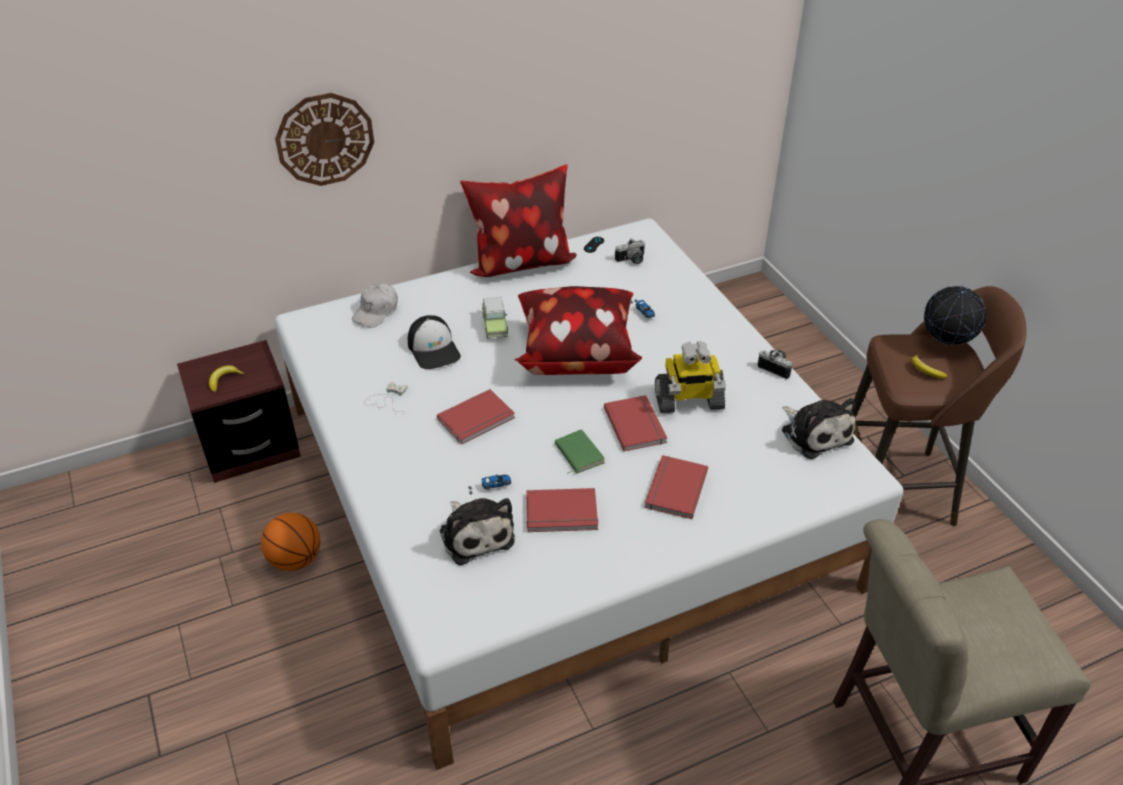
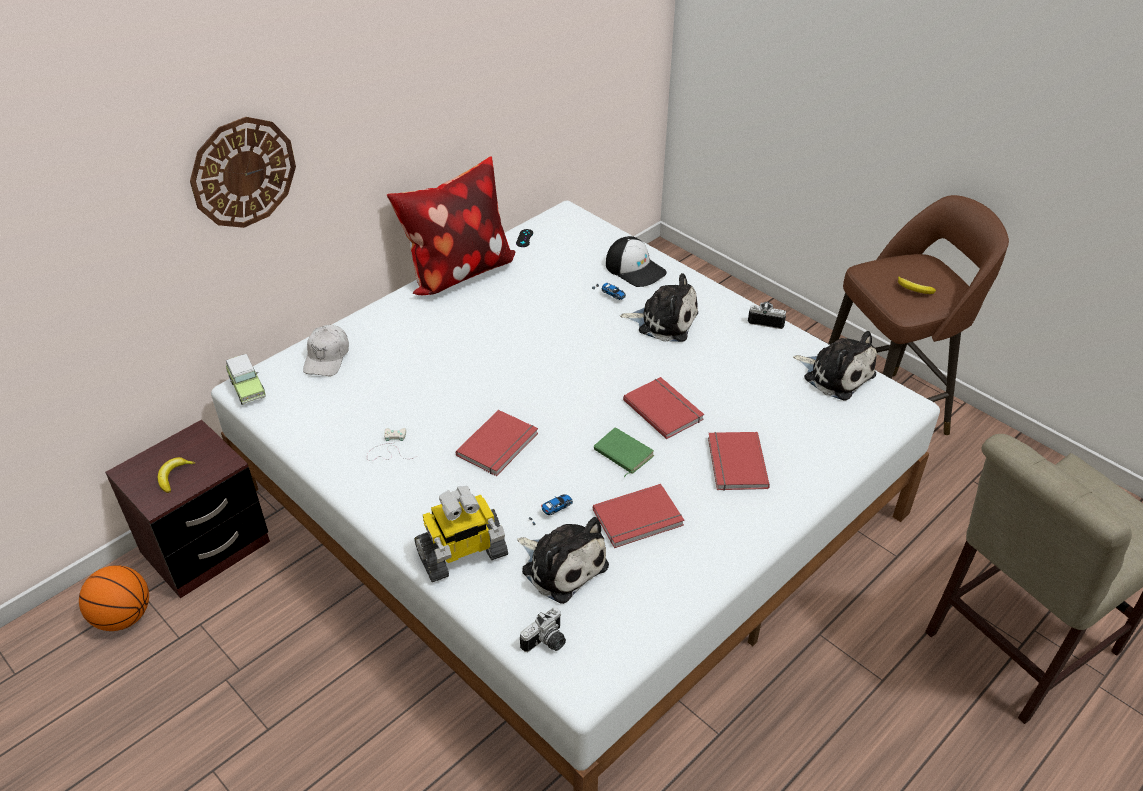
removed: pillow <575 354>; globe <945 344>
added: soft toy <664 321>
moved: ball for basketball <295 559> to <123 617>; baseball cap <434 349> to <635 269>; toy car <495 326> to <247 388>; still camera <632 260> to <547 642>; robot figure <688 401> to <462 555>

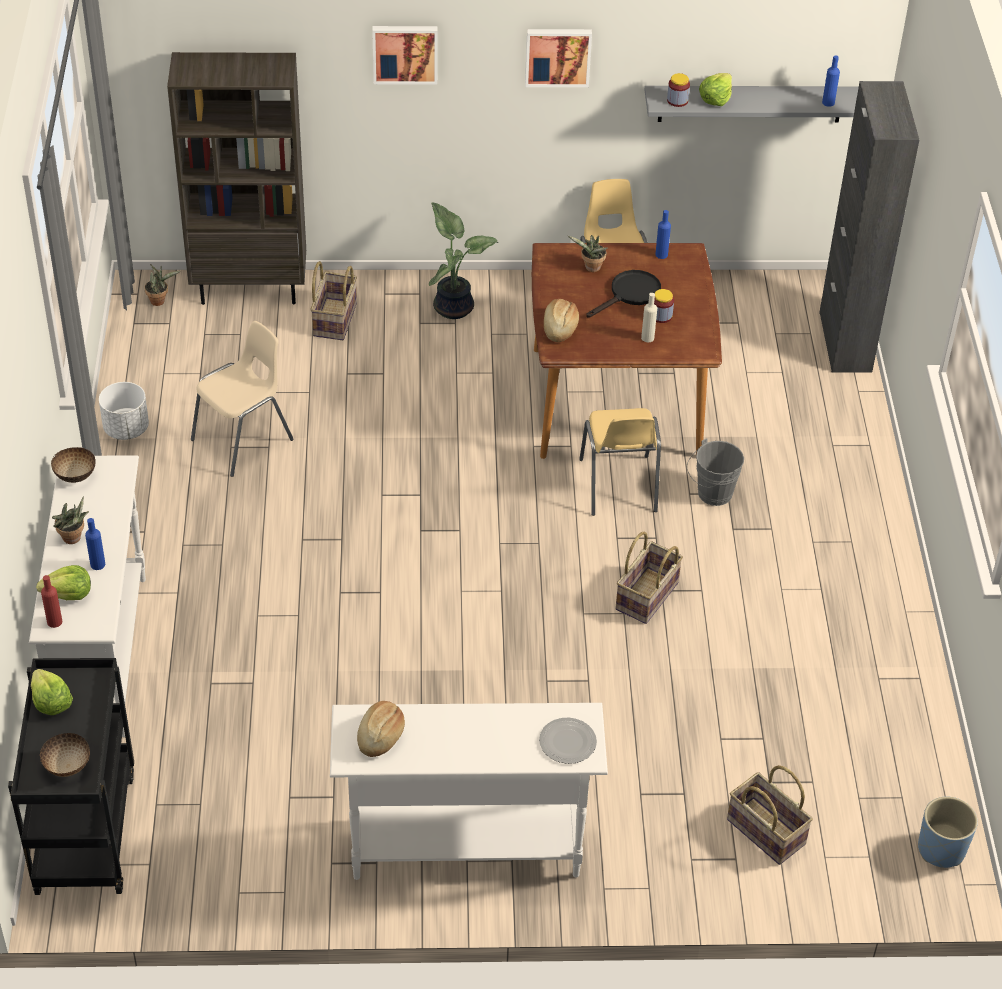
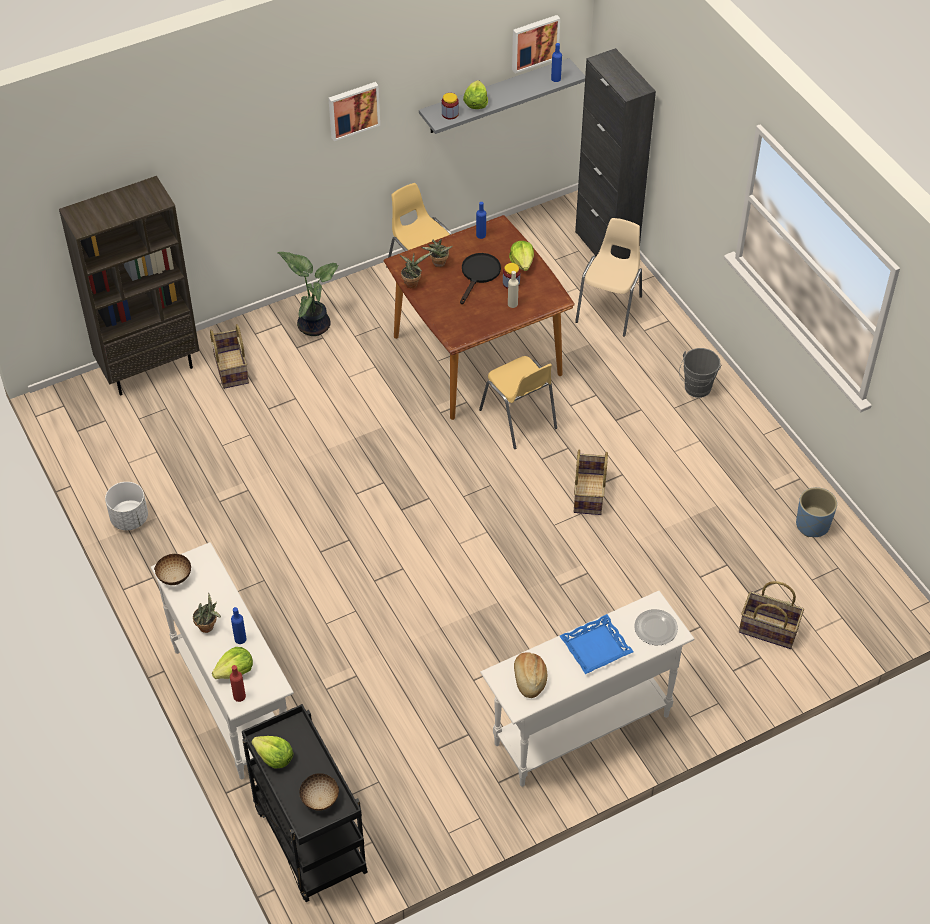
removed: bread <559 328>
added: head of lettuce <522 263>; serving tray/bluish <595 647>
moved: plant in a pot <160 300> to <412 283>; plain chair/beige-coloured <244 440> to <610 309>; wall art <405 53> to <534 42>; pail/greyish <711 495> to <696 390>; plant pot/bluish <941 849> to <812 524>

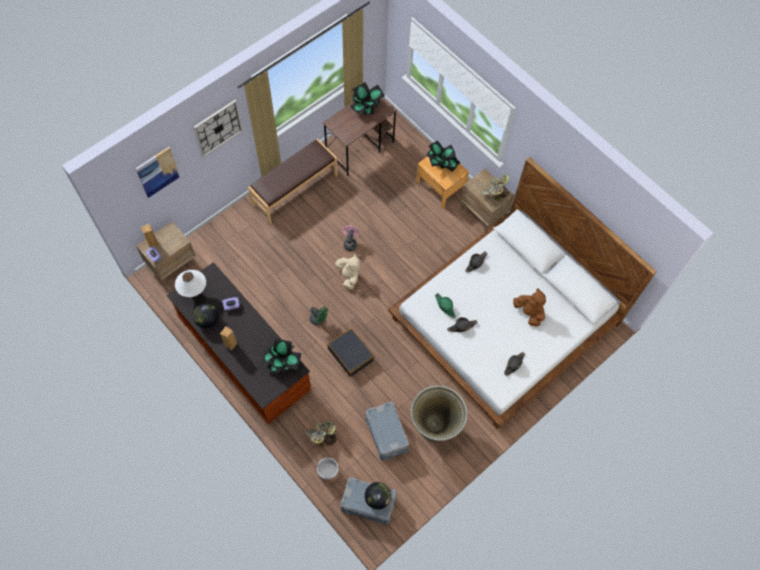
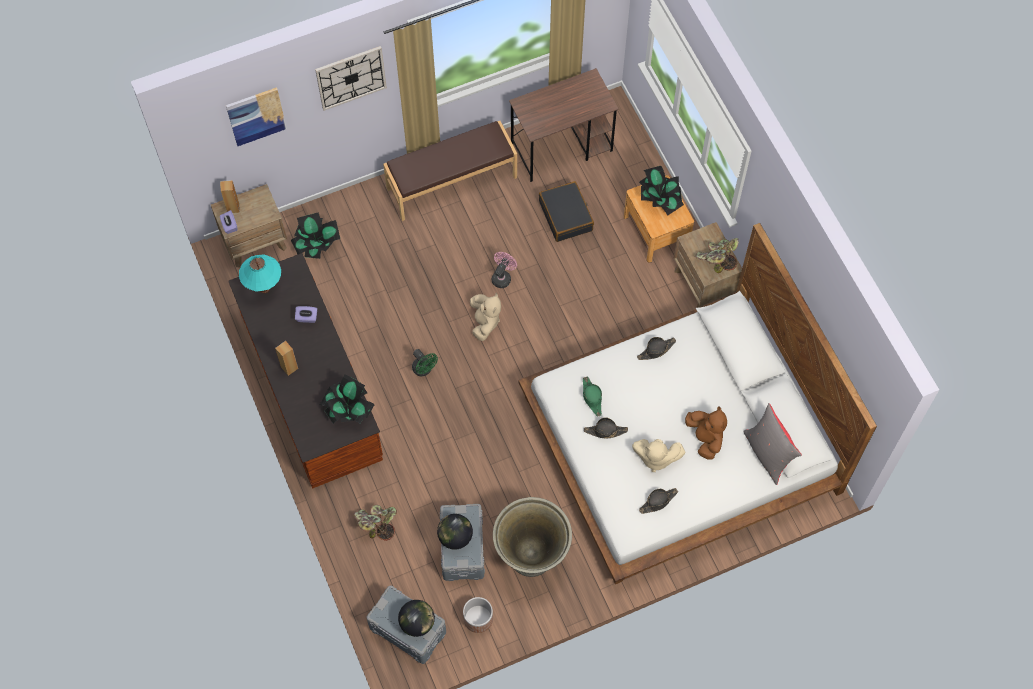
added: soft toy/beige-coloured <655 458>; pillow/greyish <768 454>
moved: globe <207 320> to <455 537>; plant pot <328 472> to <478 619>; suitcase/black <351 354> to <566 216>; plant in a pot <366 107> to <317 245>
recoloured: lamp for a table/whitish <194 293> to lamp for a table/turquoise <264 288>

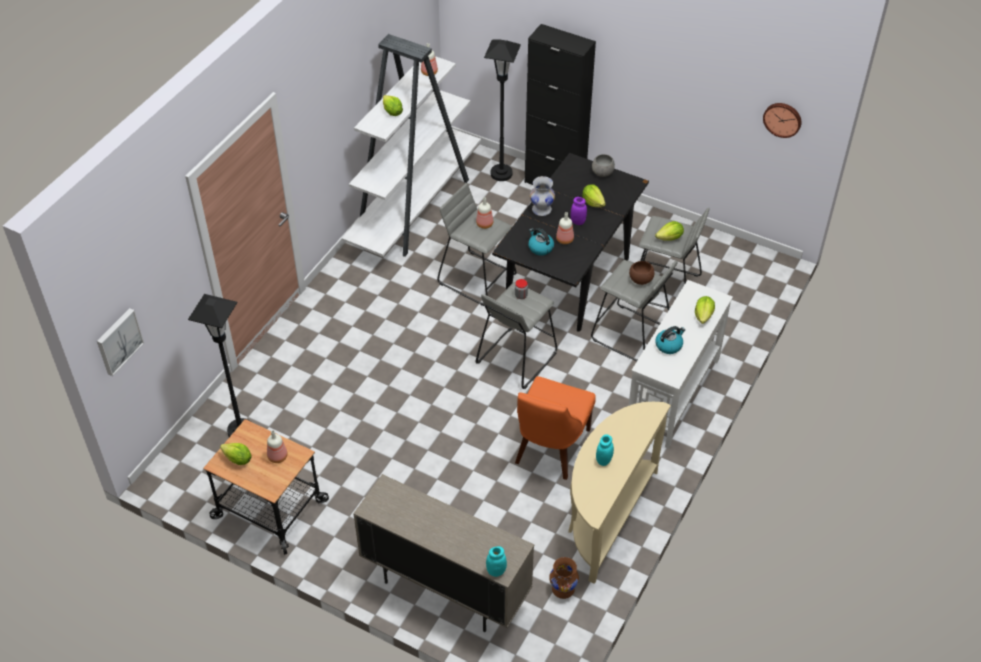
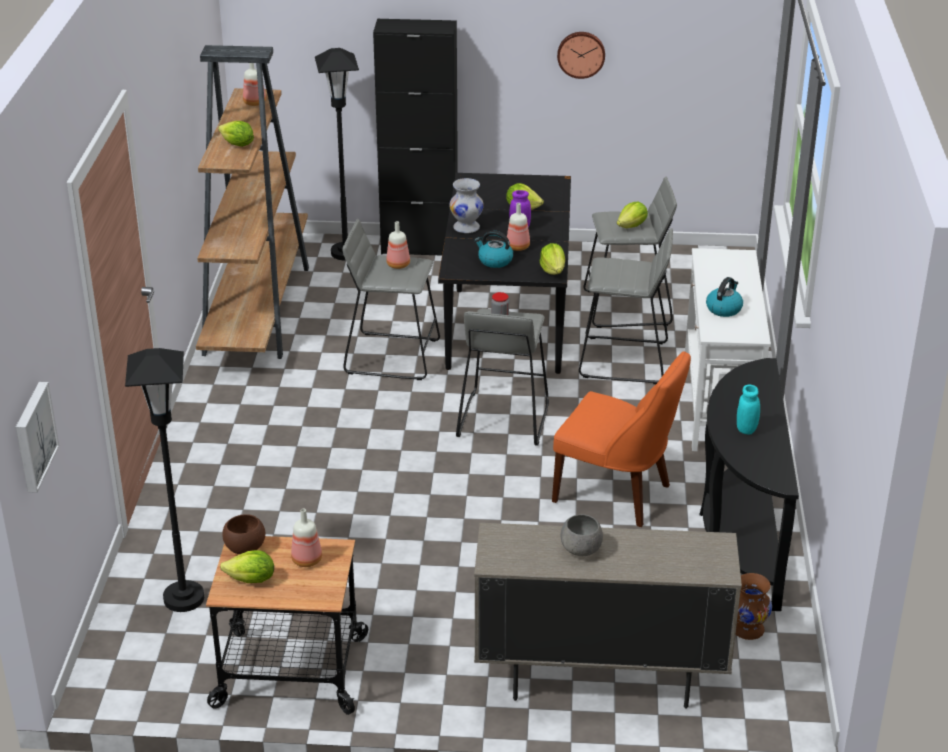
removed: jar/turquoise <496 571>
moved: serving bowl/greyish <603 173> to <581 549>; serving bowl/brown <640 280> to <244 548>; head of lettuce <703 316> to <553 270>; hanging clock <782 119> to <581 54>
recoloured: bookcase/whitish <414 206> to bookcase/brown <257 308>; console table/beige-coloured <607 517> to console table/black <740 540>
turned: plain chair/orangey <550 449> = <617 495> 60 degrees counterclockwise

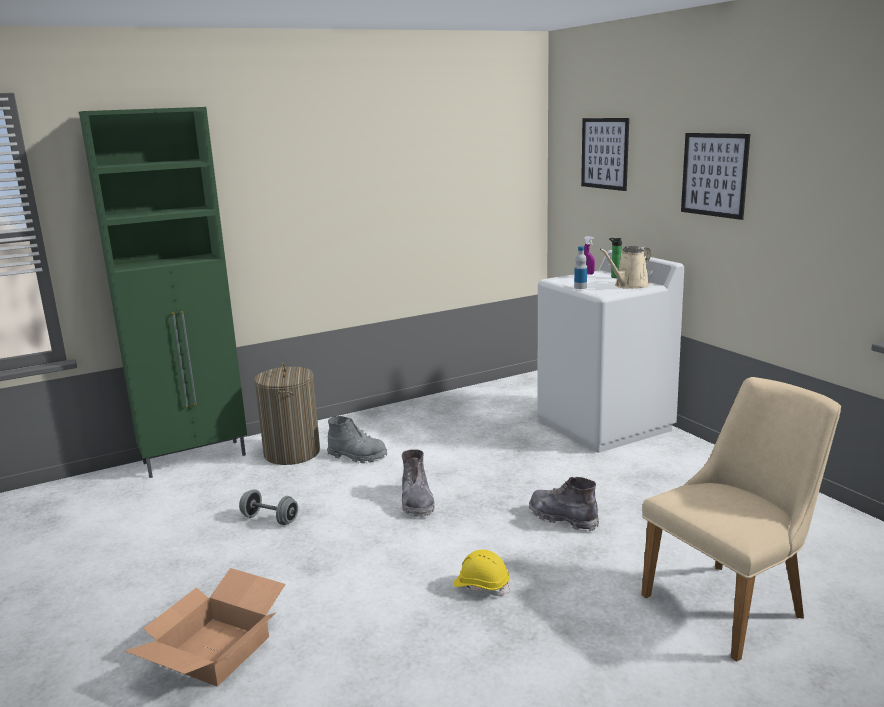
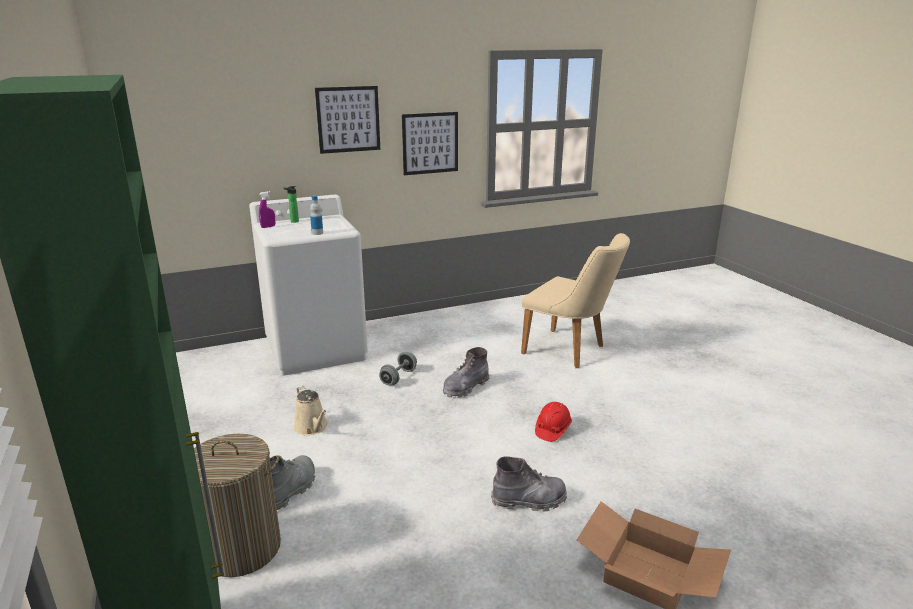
moved: hand weight/greyish <270 519> to <398 377>; boot/greyish <417 502> to <529 500>; wall art <604 153> to <430 143>; watering can/beige-coloured <629 285> to <312 427>
recoloured: safety helmet/yellow <481 586> to safety helmet/red-coloured <552 430>
turned: plain chair/beige-coloured <734 602> = <570 351> 150 degrees clockwise

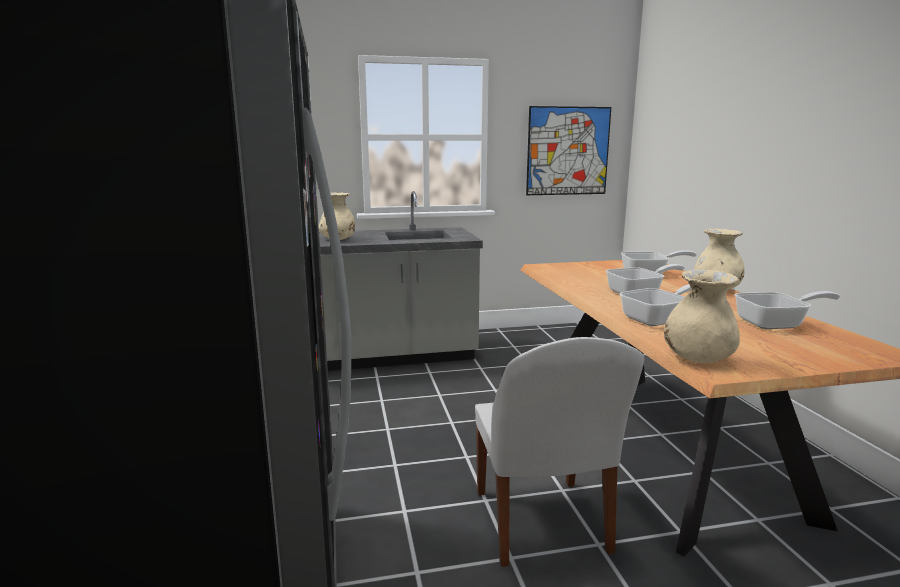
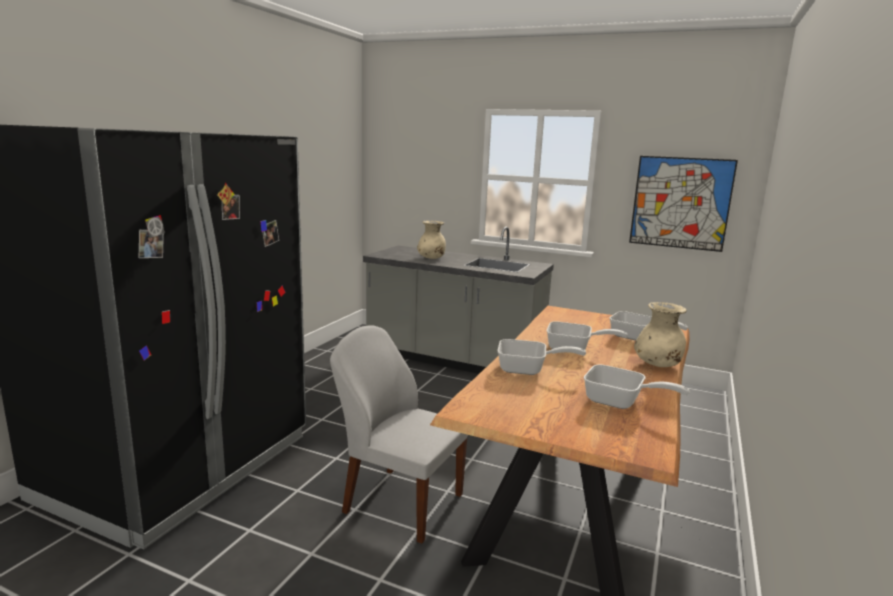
removed: decorative vase/beige-coloured <697 359>
turned: plain chair/whitish <541 524> = <401 502> 90 degrees clockwise

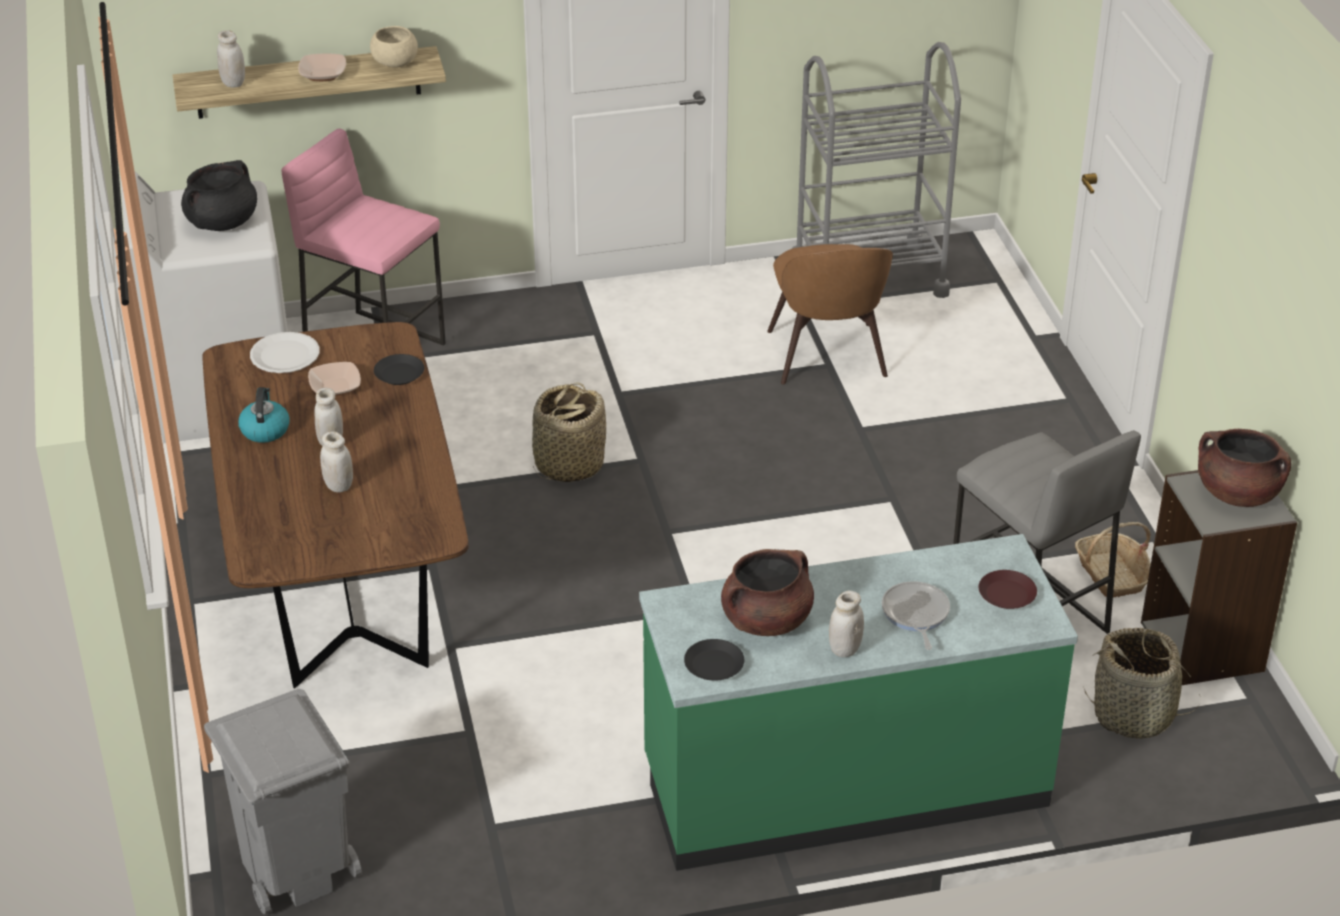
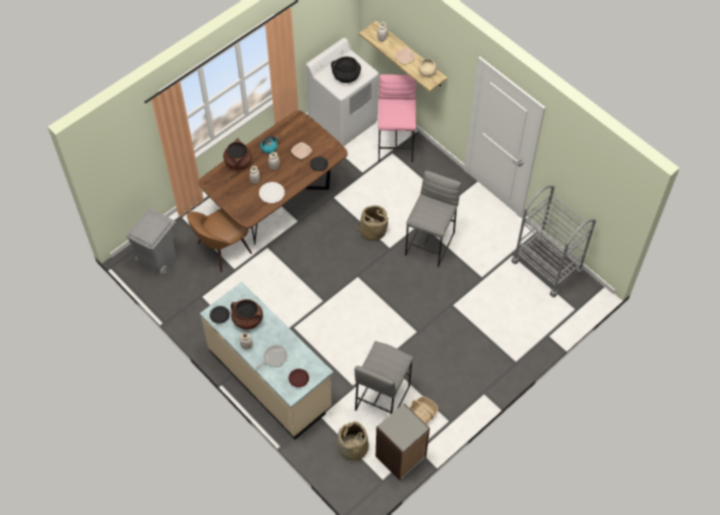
added: sitting stool/greyish <430 244>
moved: dinner plate/whitish <284 355> to <271 193>; plain chair/brown <827 357> to <222 249>; cooking pot/brown <1237 493> to <238 162>
recoloured: counter/greenish <844 784> to counter/beige-coloured <270 379>

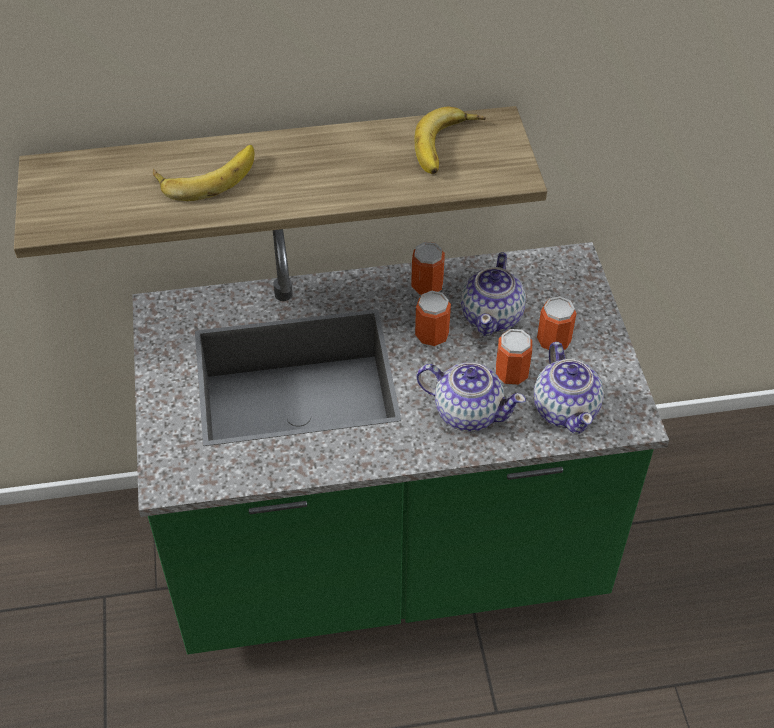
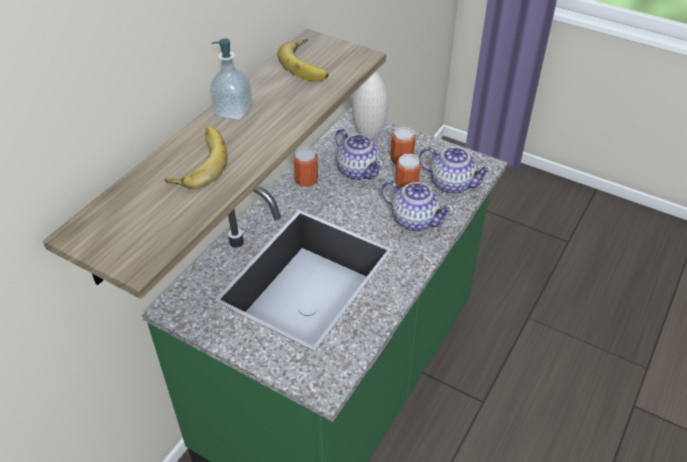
removed: sealed can <432 335>
added: soap dispenser <233 111>; decorative vase/whitish <369 134>
turned: teapot <467 412> = <414 219> 60 degrees clockwise

